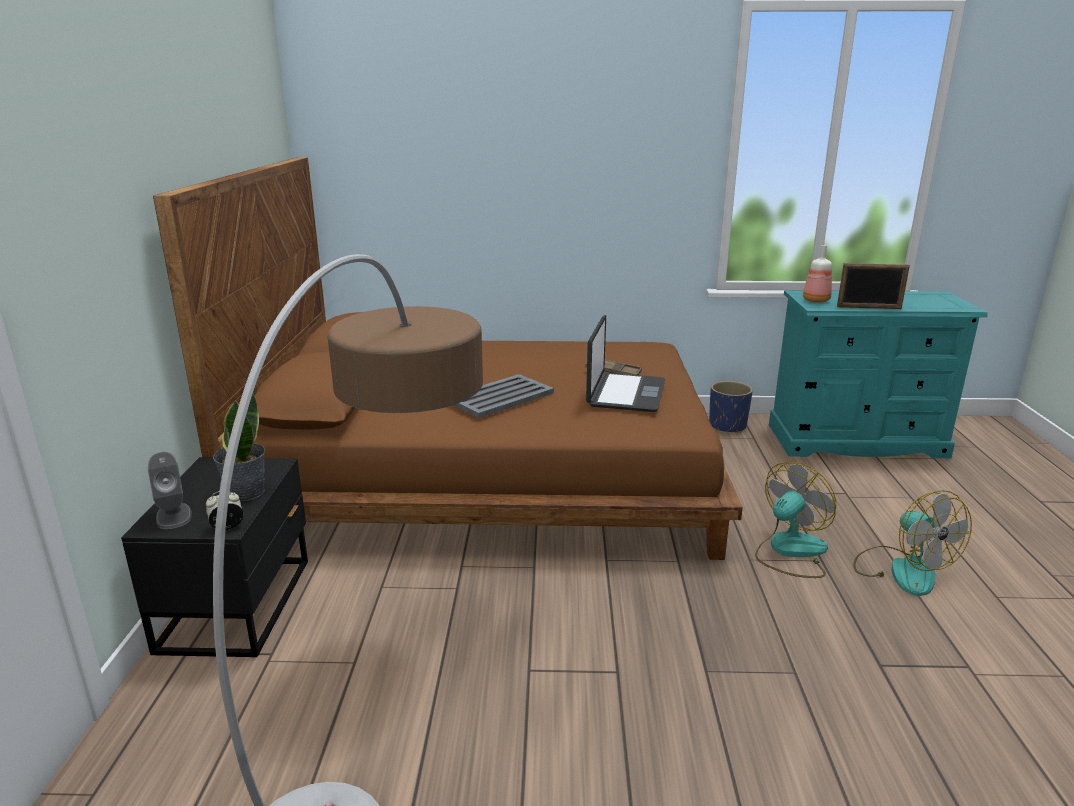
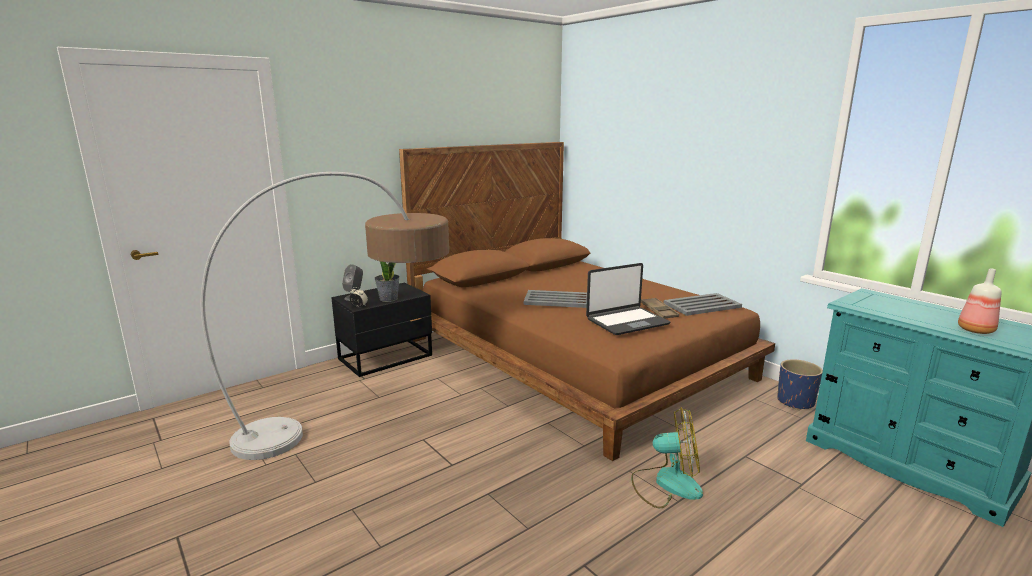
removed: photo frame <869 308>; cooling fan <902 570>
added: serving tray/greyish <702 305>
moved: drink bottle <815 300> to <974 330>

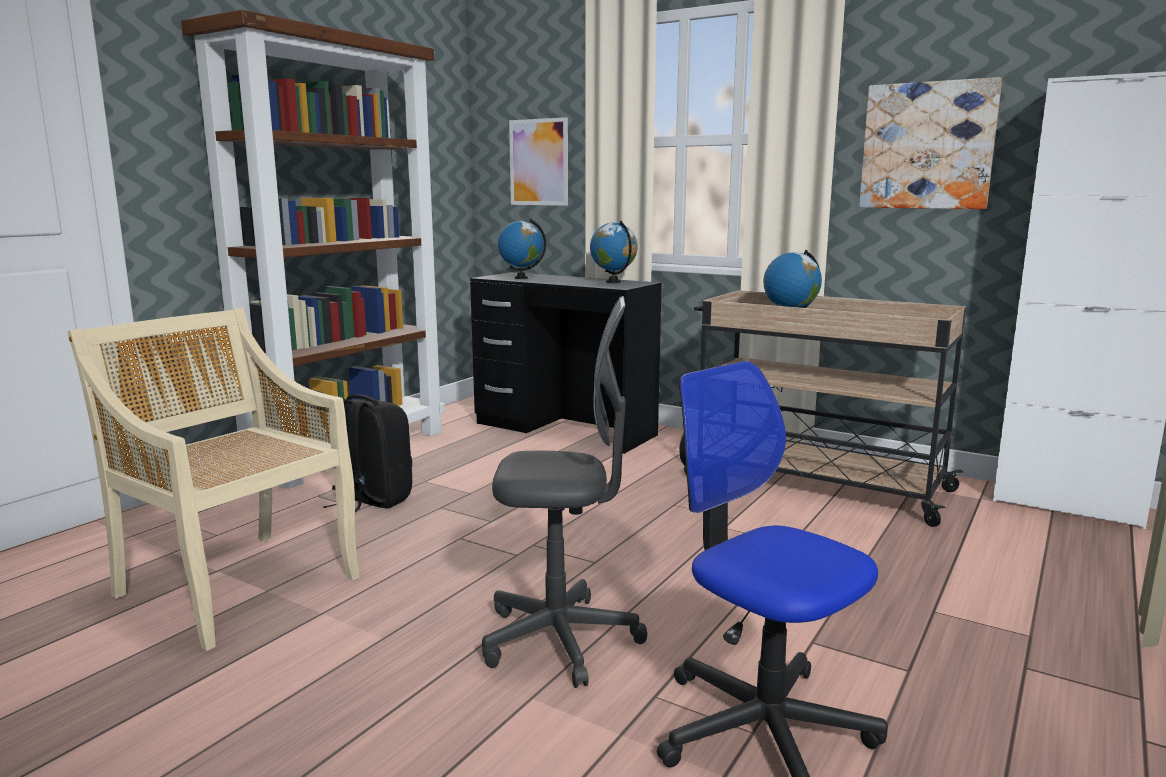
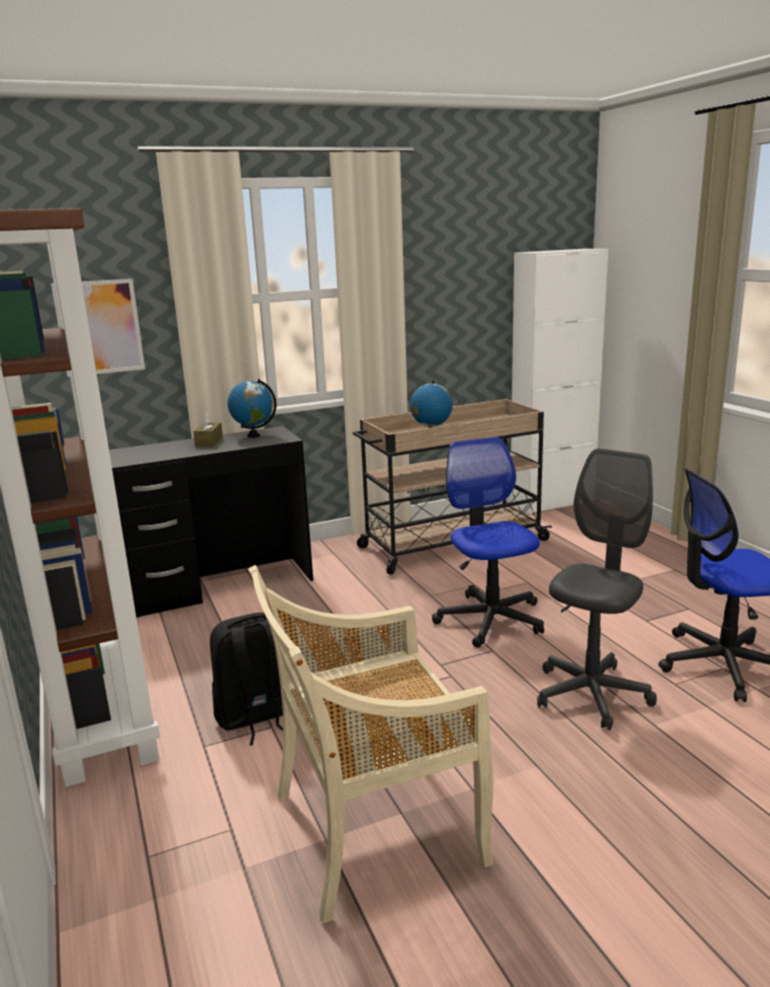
removed: globe <521 278>; wall art <927 146>
added: tissue box/brown <209 441>; office chair <490 619>

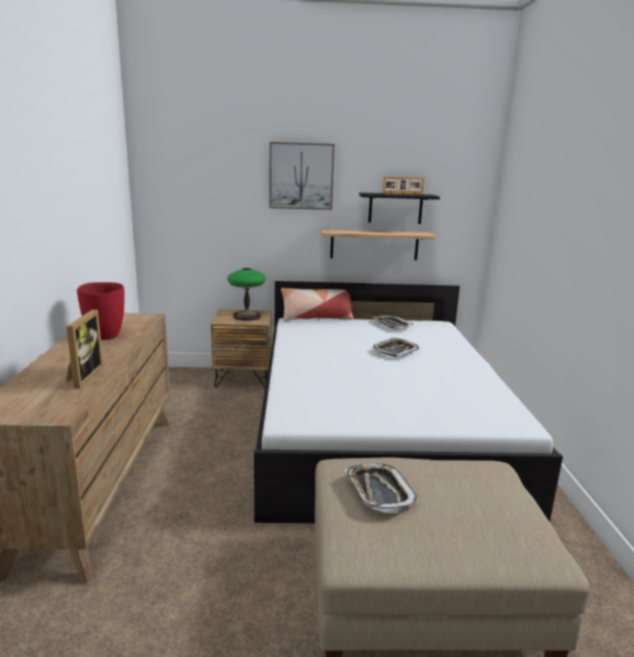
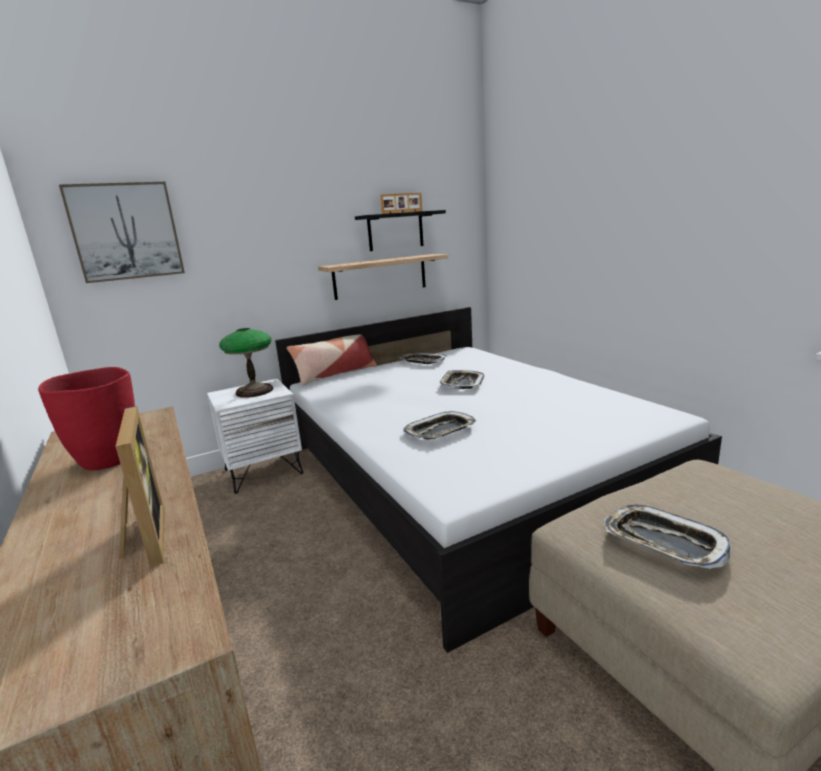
added: serving tray <440 431>
moved: wall art <301 176> to <126 232>
recoloured: bedside table/brown <243 378> to bedside table/whitish <263 471>

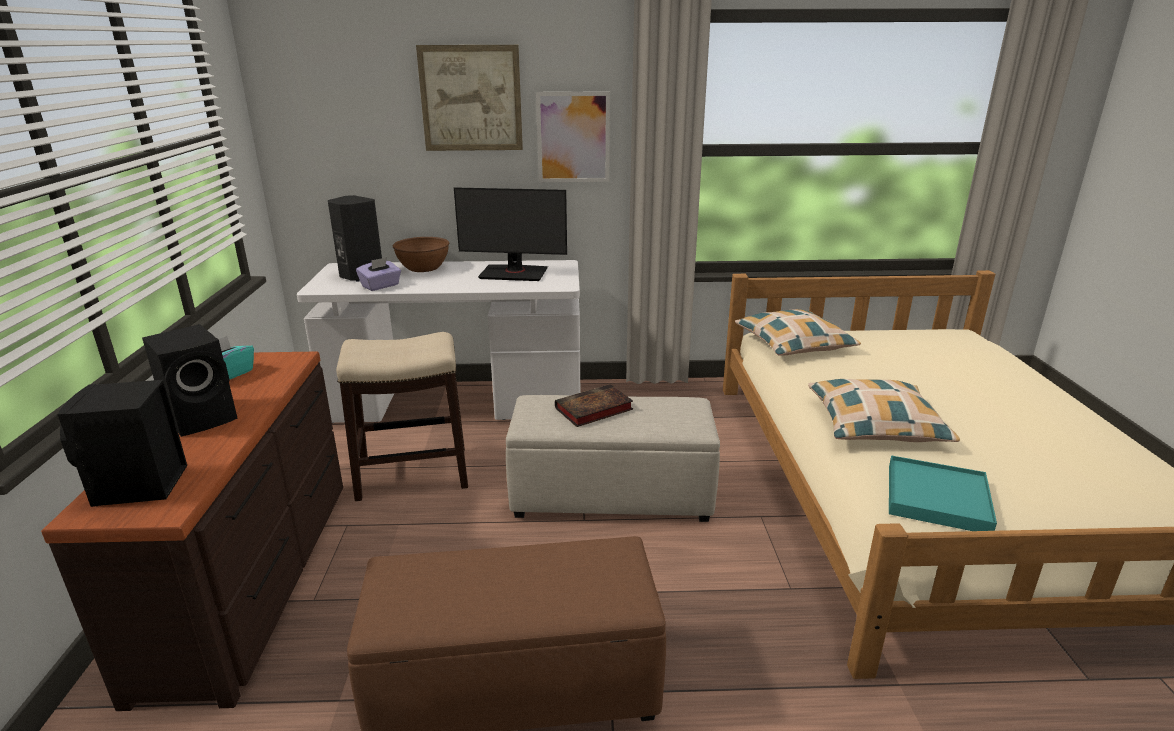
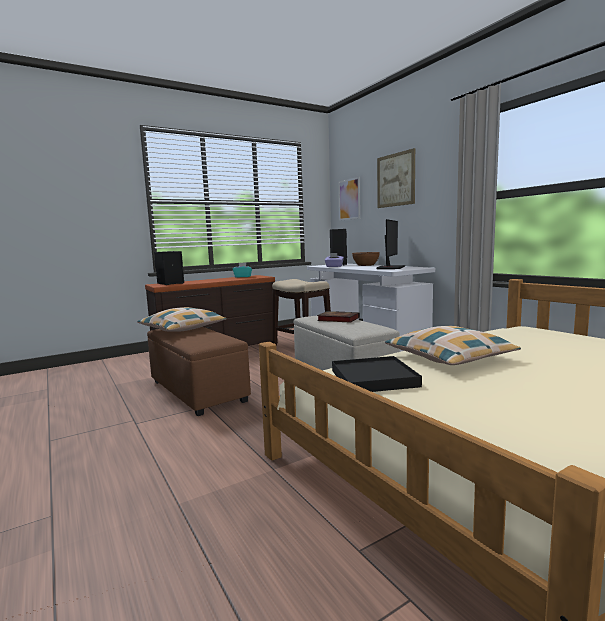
removed: speaker/black <204 417>
moved: wall art <573 137> to <349 199>; pillow <794 344> to <182 329>
recoloured: serving tray/turquoise <936 498> to serving tray/black <374 378>
turned: computer display <514 273> = <390 267> 135 degrees counterclockwise

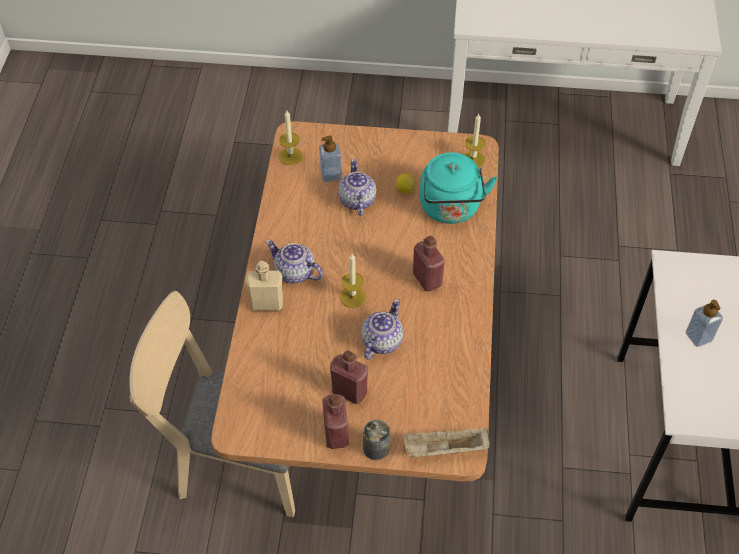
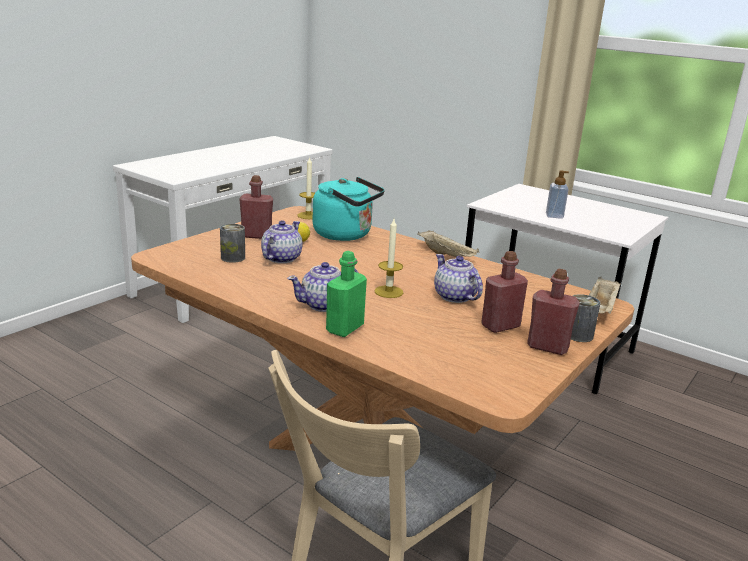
removed: wax candle <290 156>
added: serving tray/beige-coloured <447 256>
moved: drink bottle/red-coloured <427 279> to <256 236>
replaced: soap dispenser <331 175> to sealed can <233 258>
recoloured: drink bottle/beige-coloured <267 304> to drink bottle/greenish <345 328>
turned: teapot <357 201> = <281 258> 90 degrees clockwise

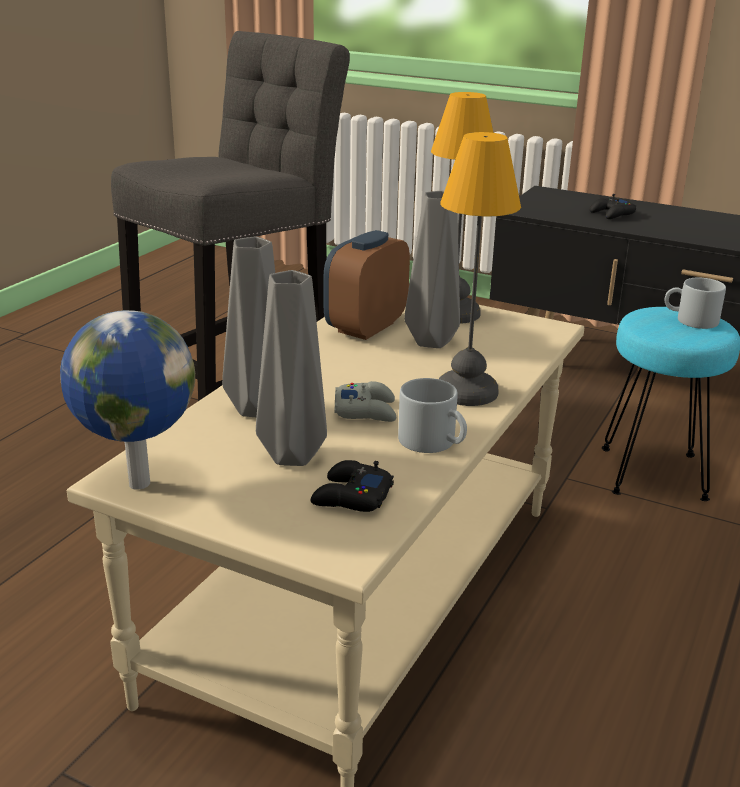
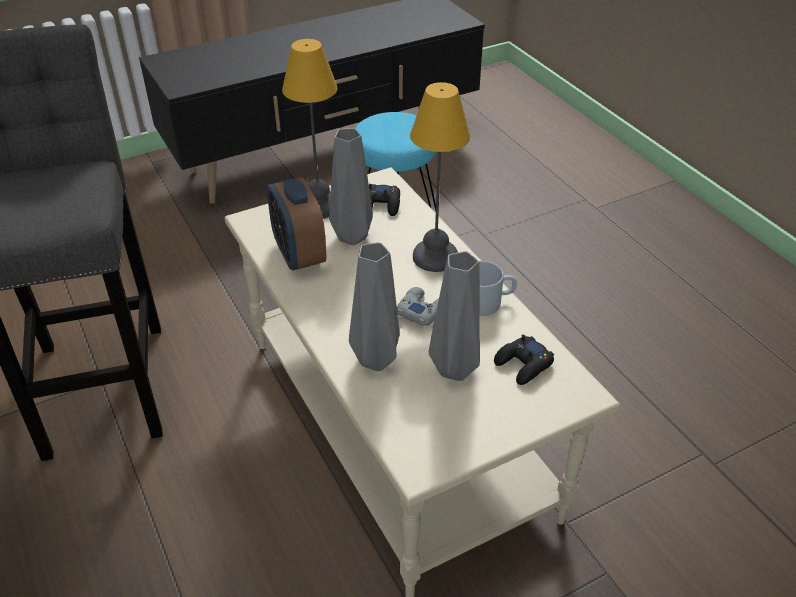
removed: globe <137 483>; coffee mug/greyish <690 320>
moved: game controller/black <612 214> to <382 205>

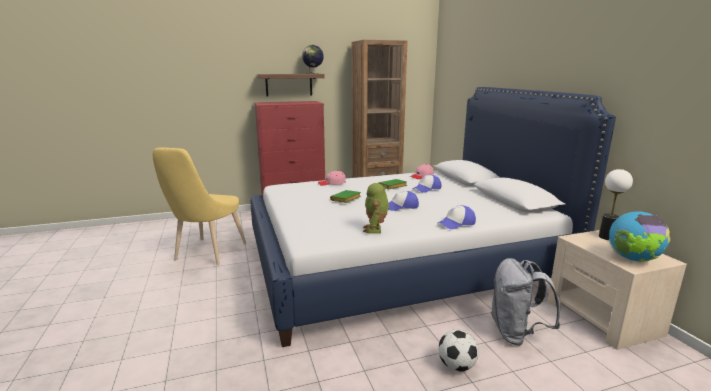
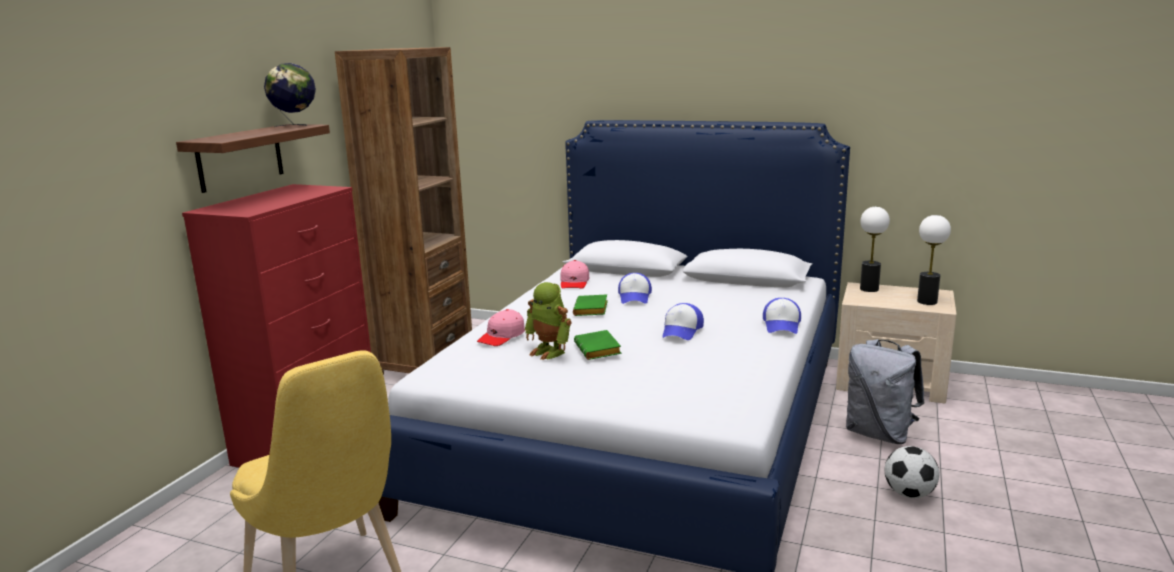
moved: robot figure <375 229> to <550 351>
replaced: globe <633 259> to lamp for a table <927 301>

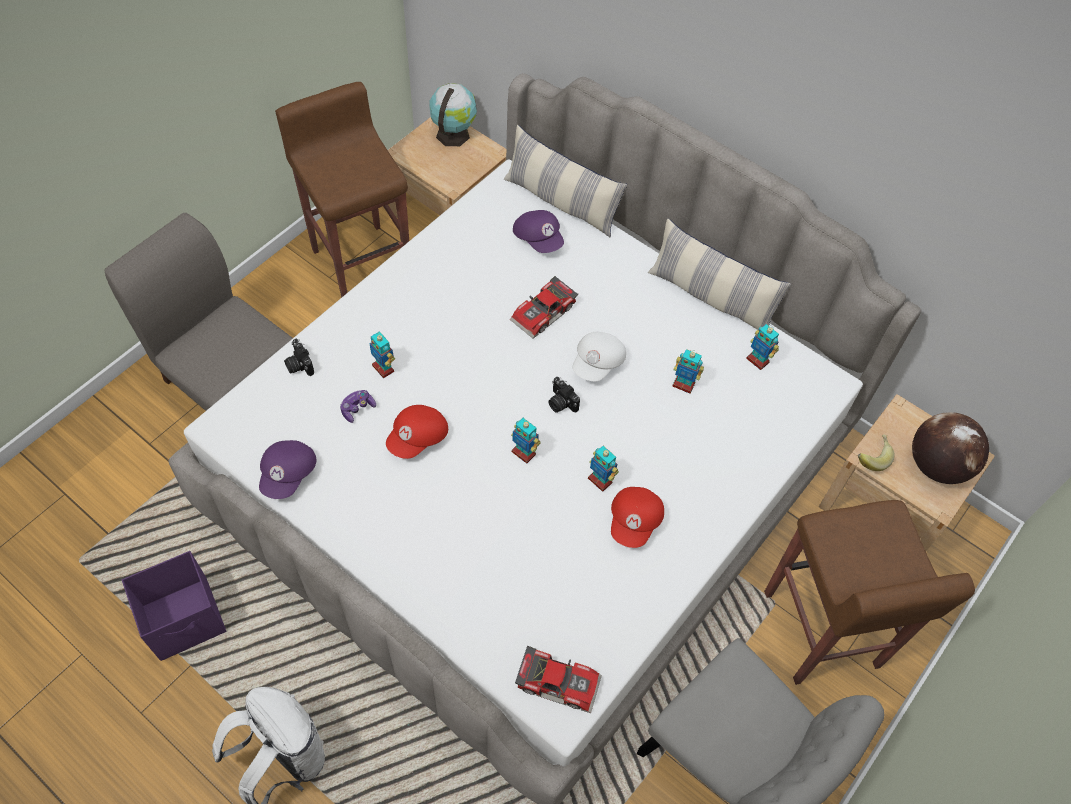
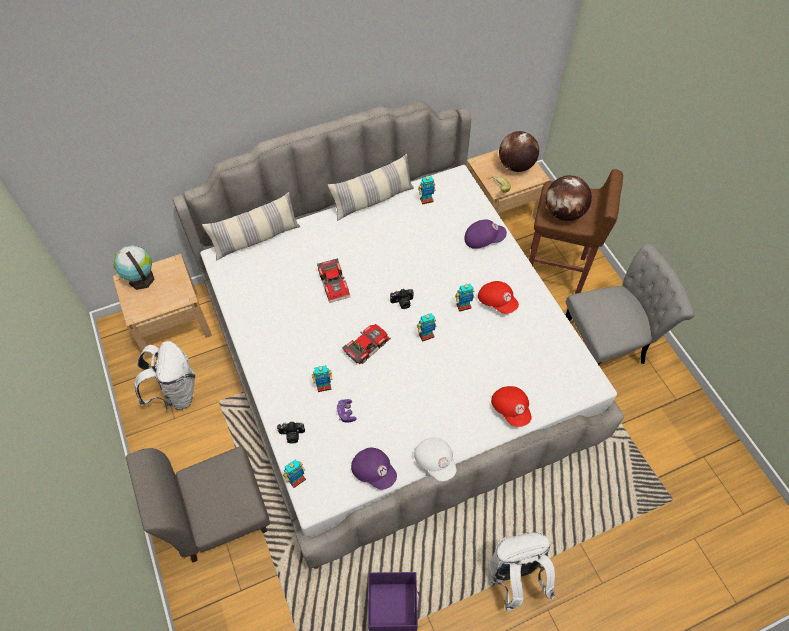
added: globe <564 213>
moved: baseball cap/red-coloured <418 438> to <511 409>; baseball cap/purple <539 239> to <483 239>; toy car <558 680> to <365 345>; baseball cap/whitish <598 363> to <435 461>; robot figure <683 384> to <296 479>
replaced: sitting stool/brown <362 262> to knapsack/whitish <176 392>

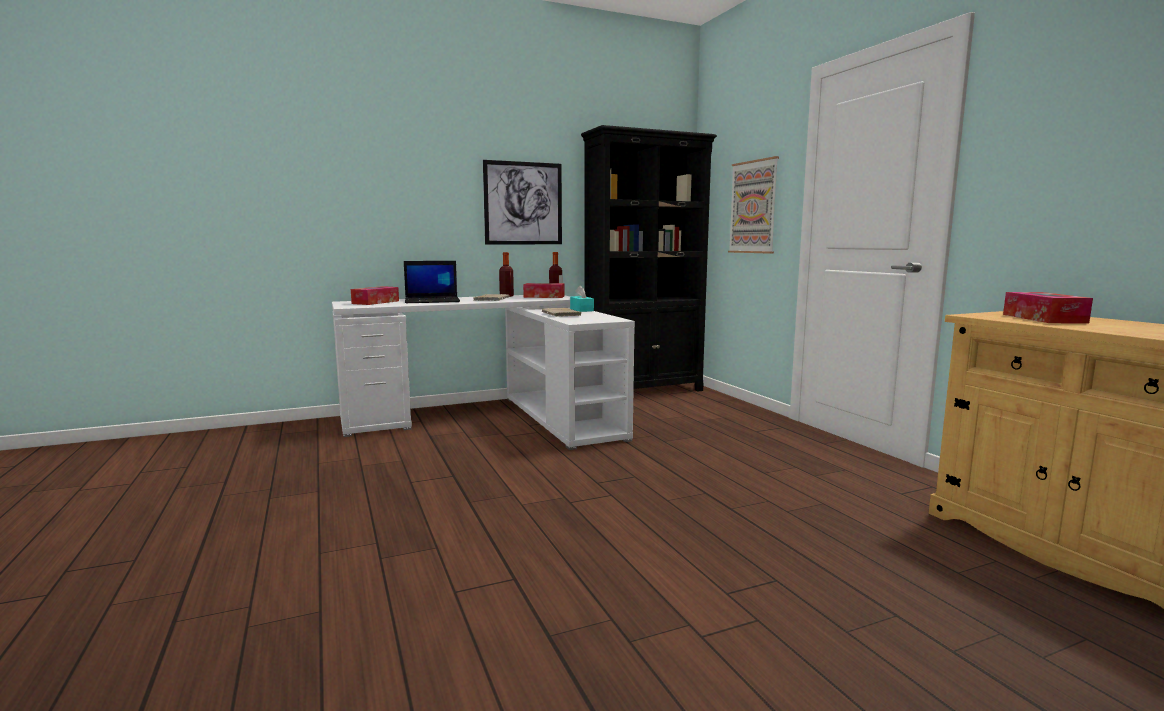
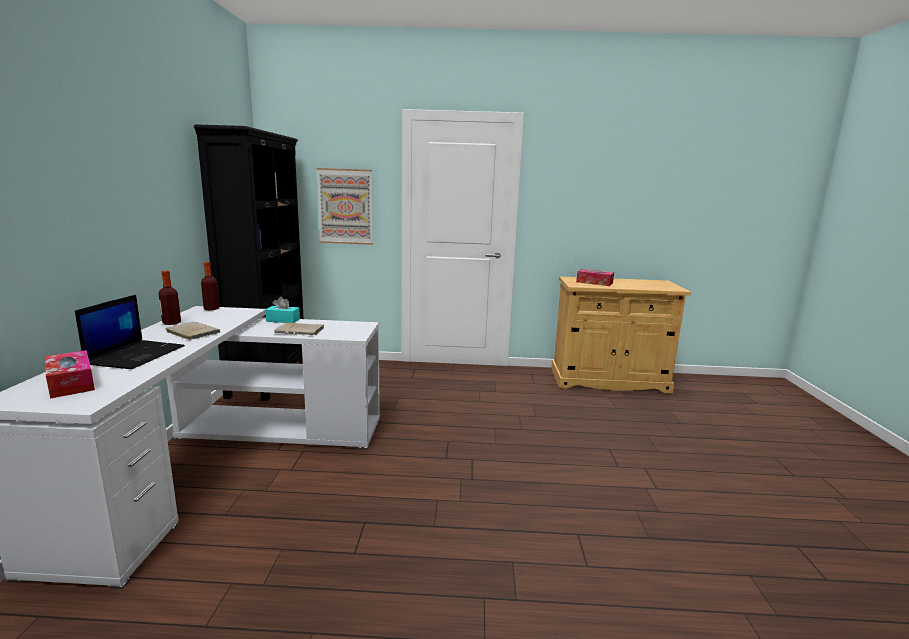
removed: wall art <523 203>; tissue box <544 297>

